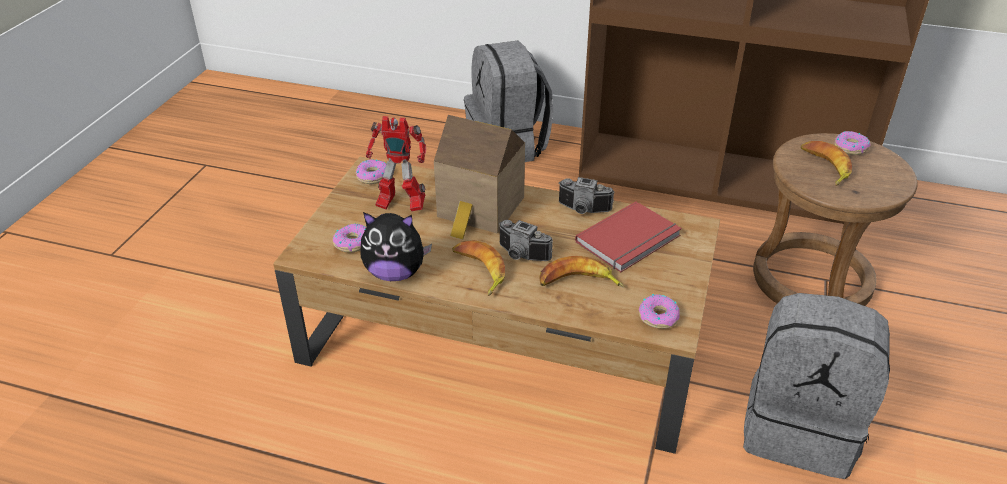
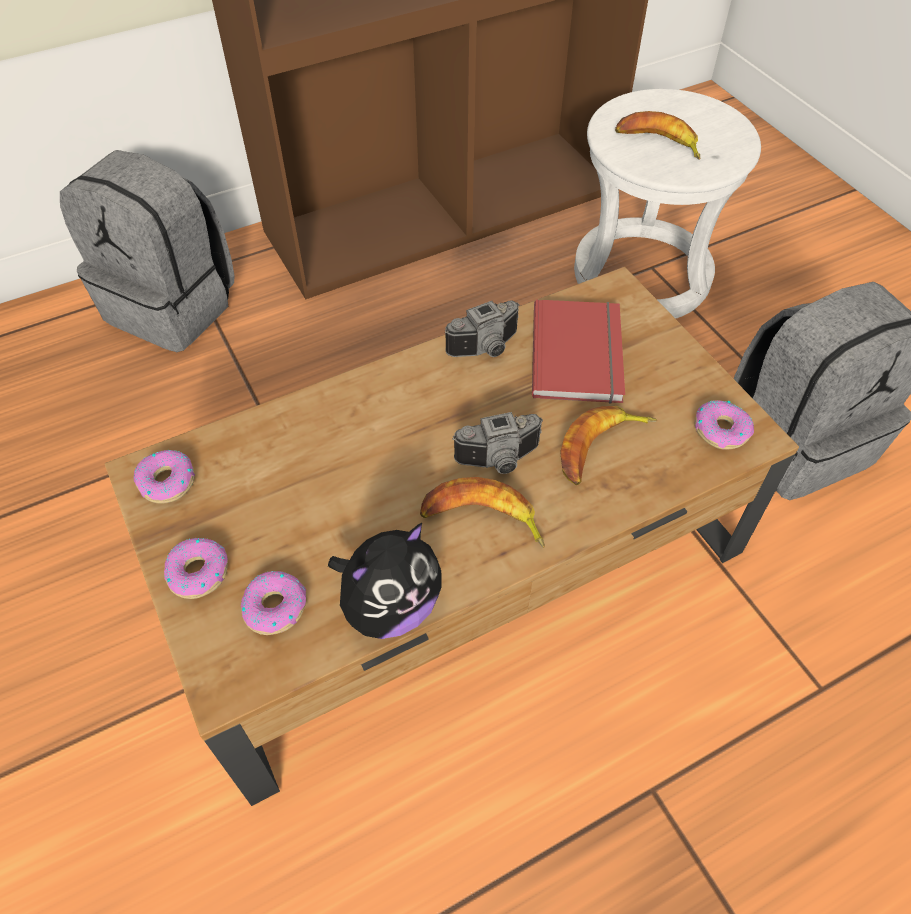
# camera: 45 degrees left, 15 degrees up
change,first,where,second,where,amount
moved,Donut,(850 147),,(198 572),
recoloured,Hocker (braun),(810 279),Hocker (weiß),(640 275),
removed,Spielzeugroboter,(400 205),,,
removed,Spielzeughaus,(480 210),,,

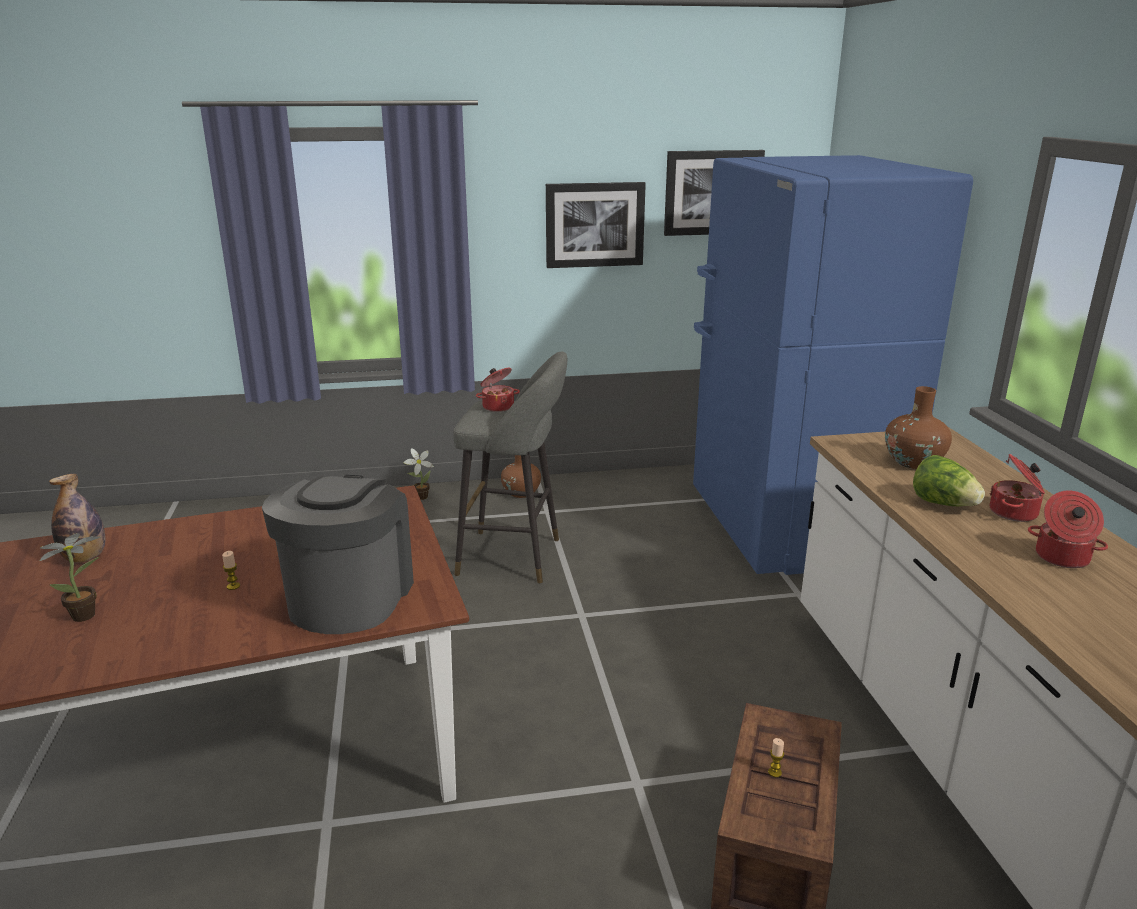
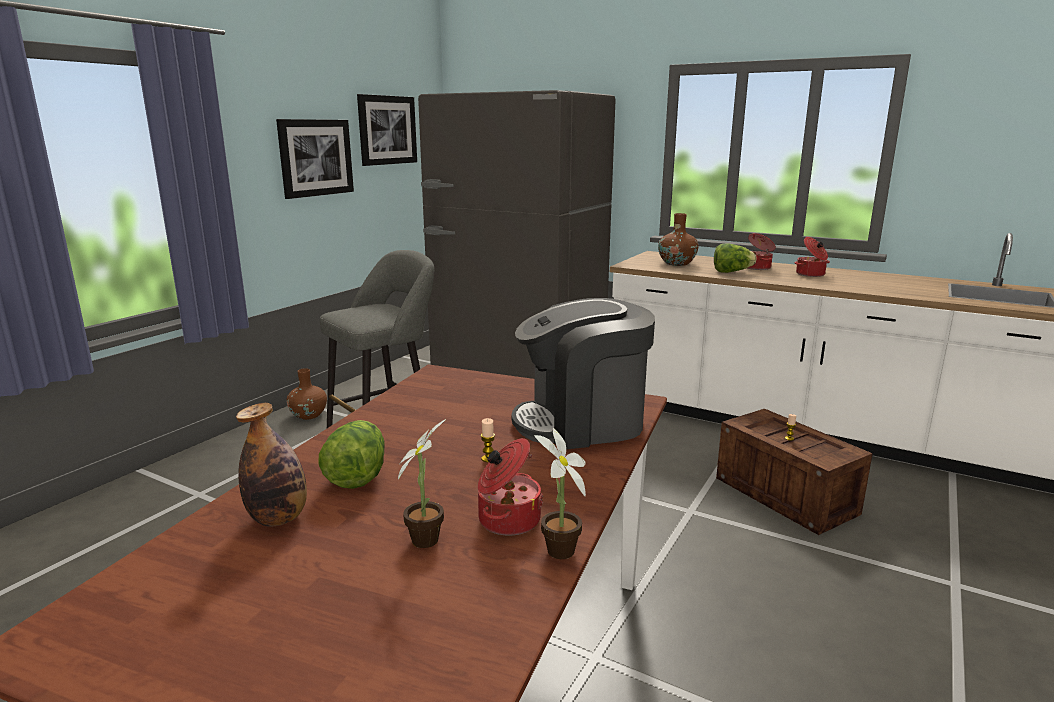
# camera: 50 degrees left, 5 degrees down
change,first,where,second,where,amount
added,,,Salatkopf,(357 475),
recoloured,Kühlschrank (blau),(788 528),Kühlschrank (grau),(518 368),
moved,Kochtopf,(498 406),,(507 519),
turned,Kaffeemaschine,(349 597),,(582 422),60 degrees counterclockwise
moved,Topfpflanze,(420 497),,(558 554),

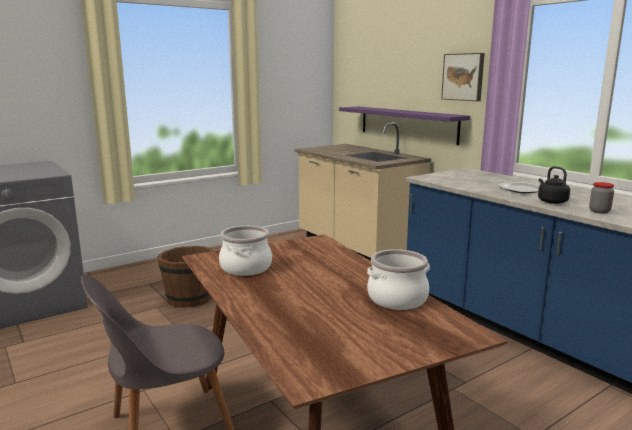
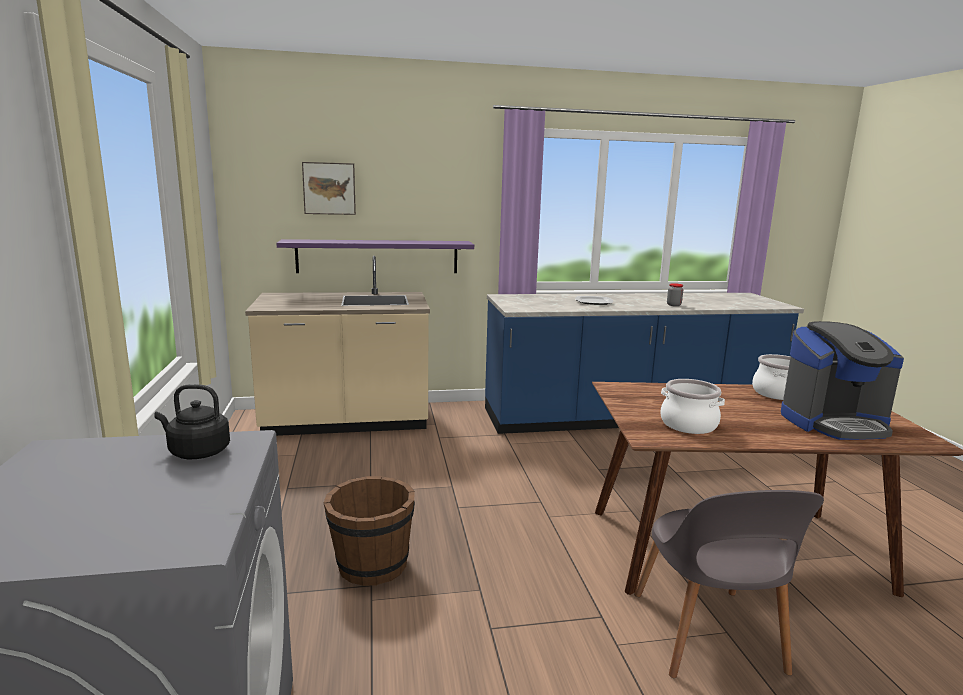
# camera: 65 degrees left, 0 degrees up
change,first,where,second,where,amount
moved,Wasserkessel (schwarz),(551 201),,(196 452),
moved,Bild,(463 77),,(329 188),
added,,,Kaffeemaschine,(834 423),

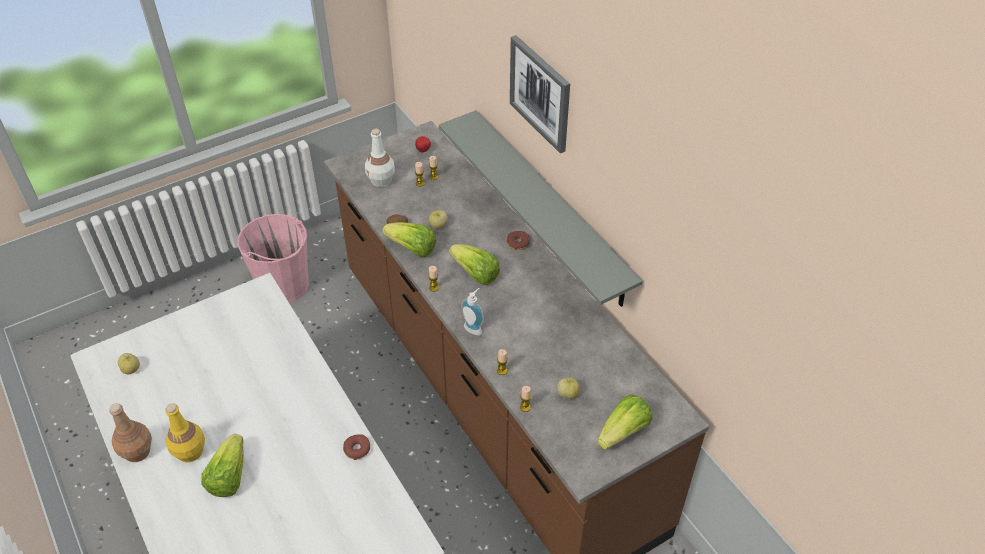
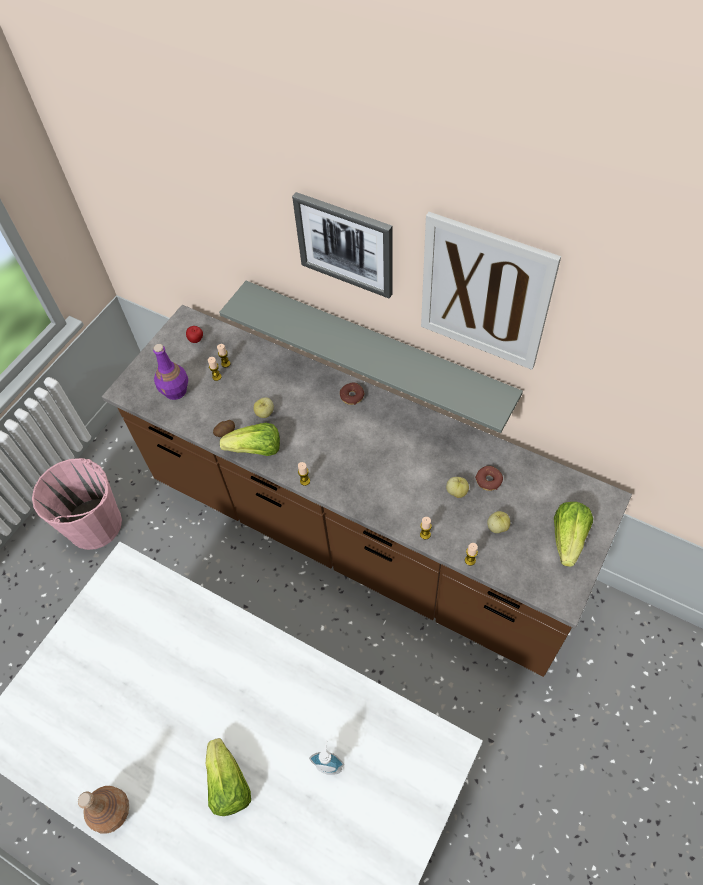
# camera: 25 degrees left, 10 degrees up
change,first,where,second,where,amount
recoloured,Flasche (weiß),(381 180),Flasche (lila),(176 391),
moved,Seifenspender,(474 327),,(329 764),
added,,,Bild,(484 293),
moved,Apfel,(131 369),,(457 491),
moved,Donut,(357 449),,(488 480),
removed,Flasche (gelb),(189 451),,,
removed,Salatkopf,(475 274),,,

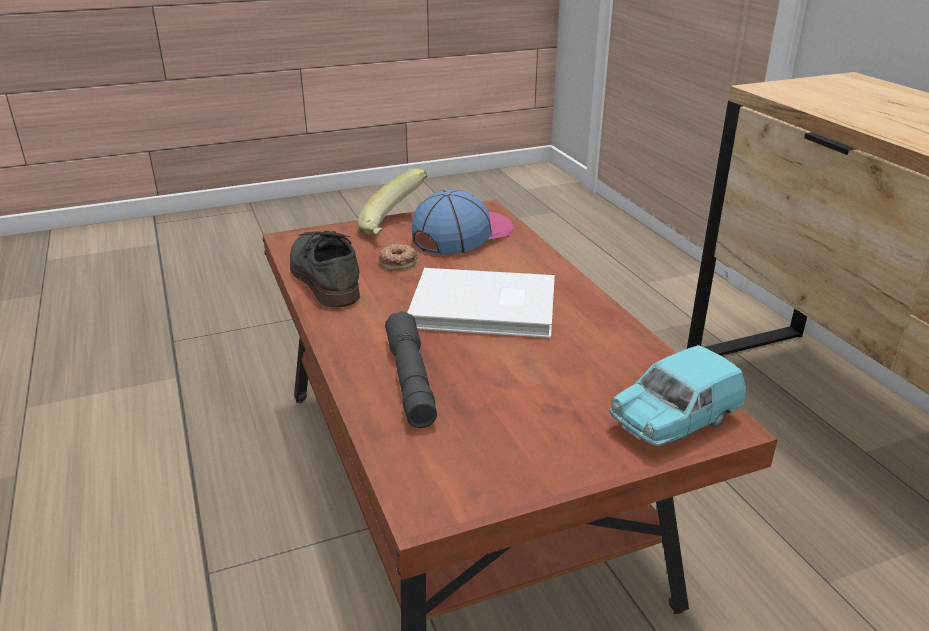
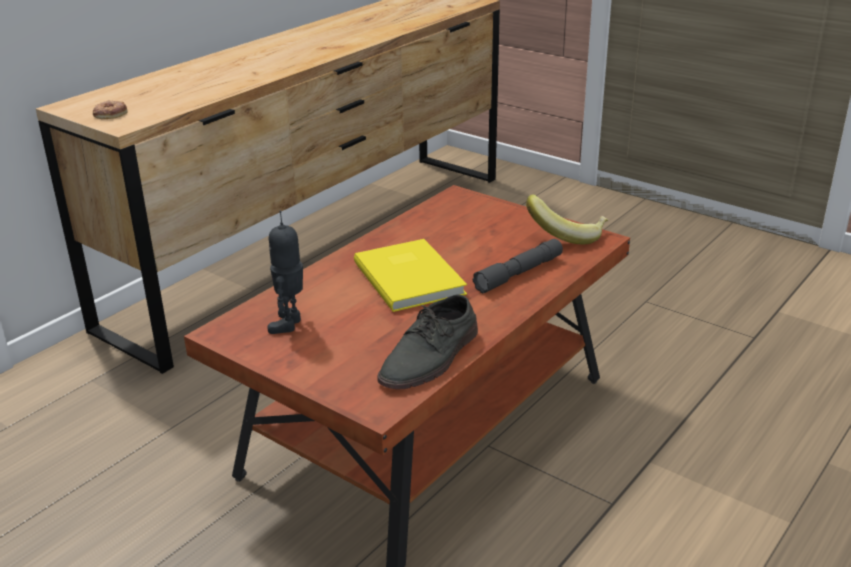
# camera: 120 degrees left, 0 degrees up
change,first,where,second,where,amount
moved,Donut,(398 261),,(110 114),
replaced,Kappe,(462 234),Spielzeugroboter,(290 324),
recoloured,Buch (weiß),(485 309),Buch (gelb),(411 277),
moved,Banane,(395 227),,(567 235),
removed,Spielzeugauto (türkis),(673 423),,,

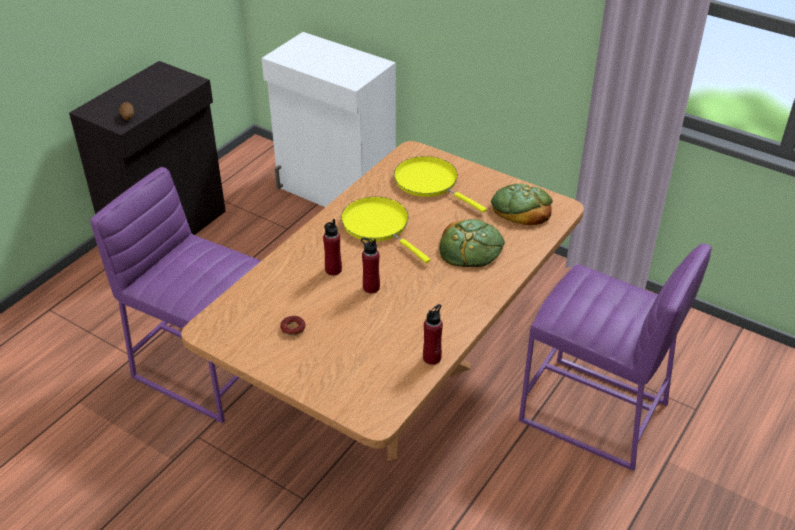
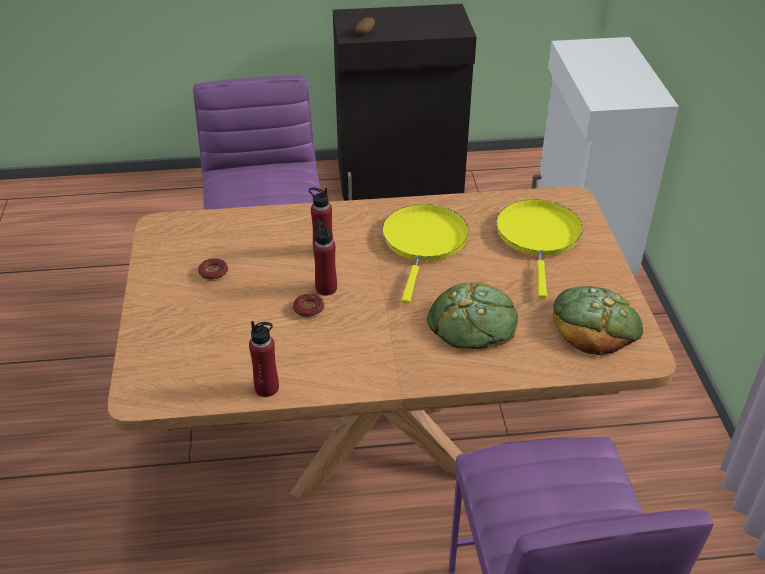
# camera: 50 degrees right, 0 degrees up
change,first,where,second,where,amount
added,,,Donut,(309 309),

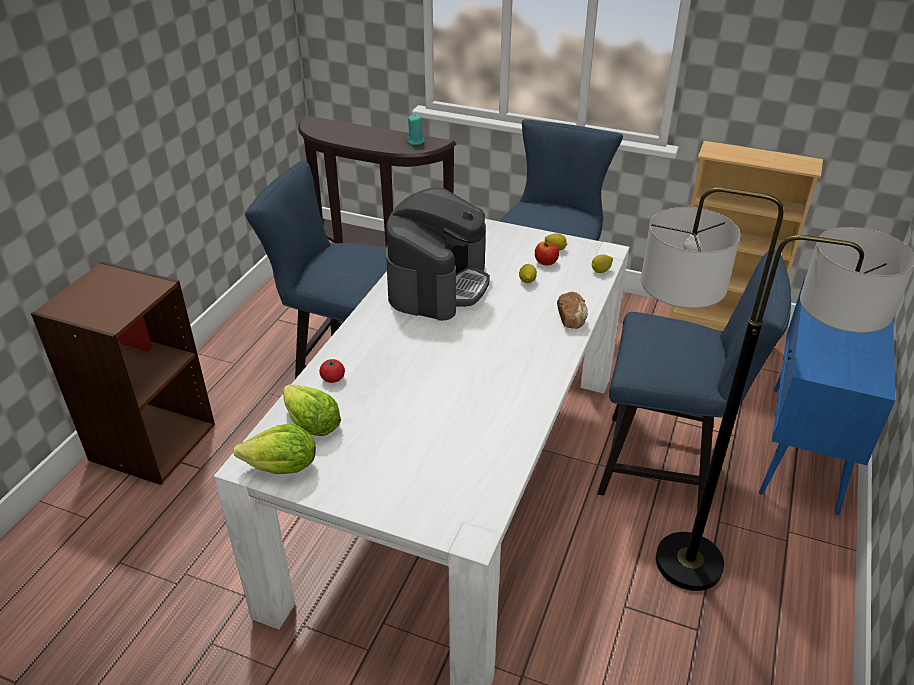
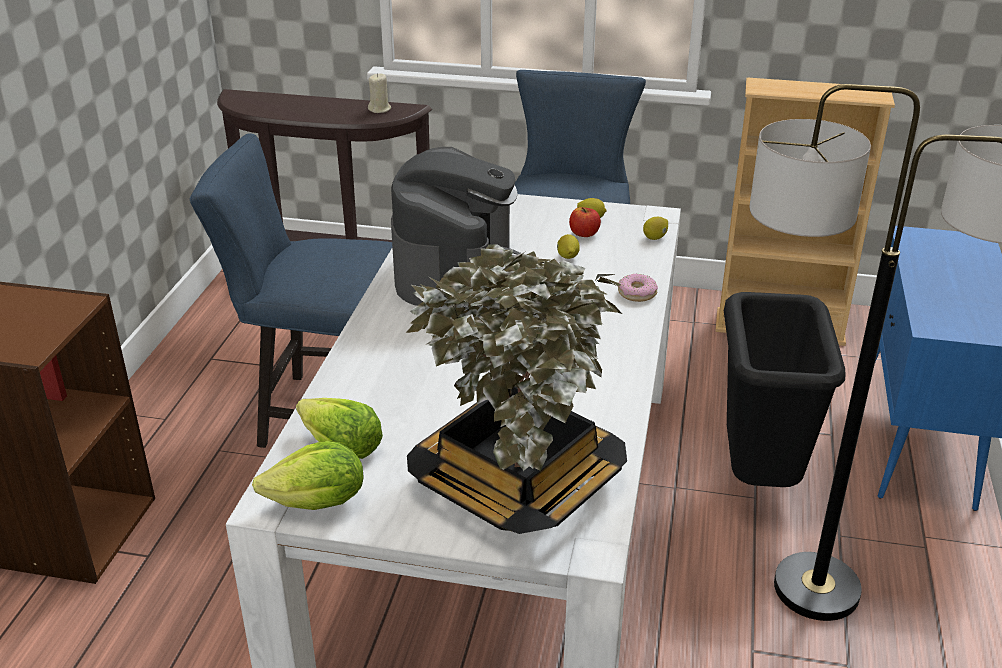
# camera: 10 degrees left, 5 degrees down
change,first,where,second,where,amount
recoloured,Kerze (türkis),(416 141),Kerze (beige),(379 109),
added,,,Topfpflanze,(518 481),
replaced,Brot,(572 318),Donut,(637 293),
replaced,Stuhl (blau),(666 466),Mülleimer (schwarz),(759 479),
removed,Tomate,(333 379),,,

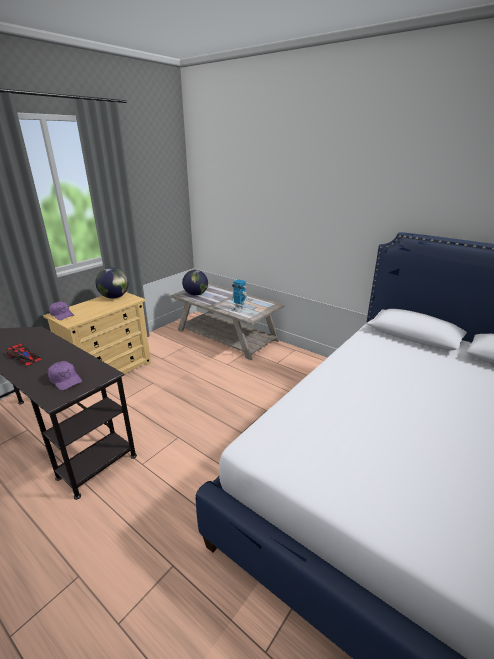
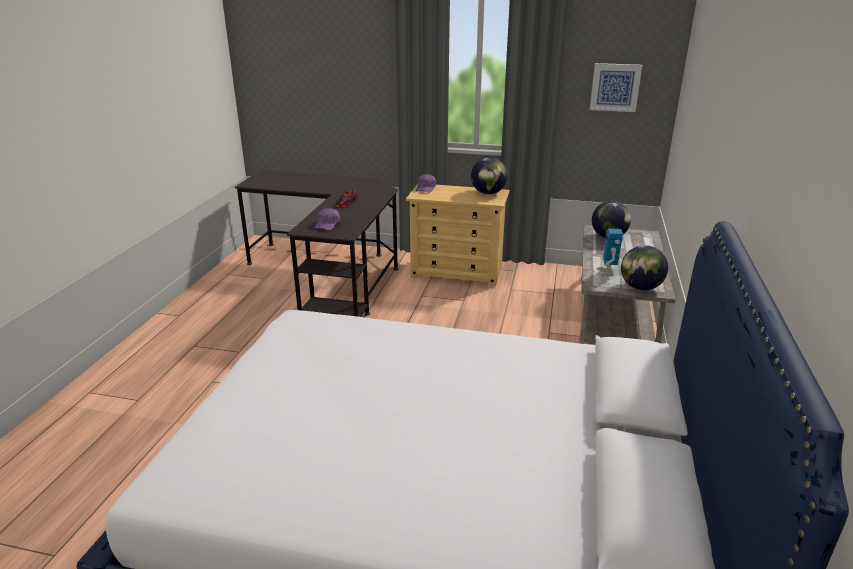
# camera: 65 degrees right, 0 degrees up
change,first,where,second,where,amount
added,,,Bild,(615 87),
added,,,Globus,(640 287),

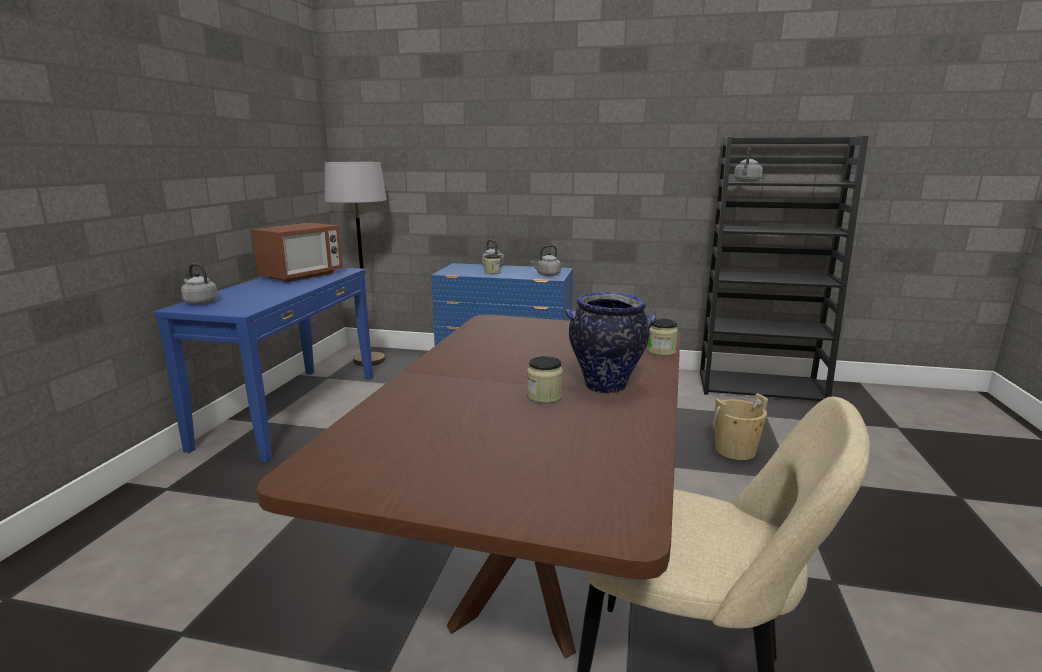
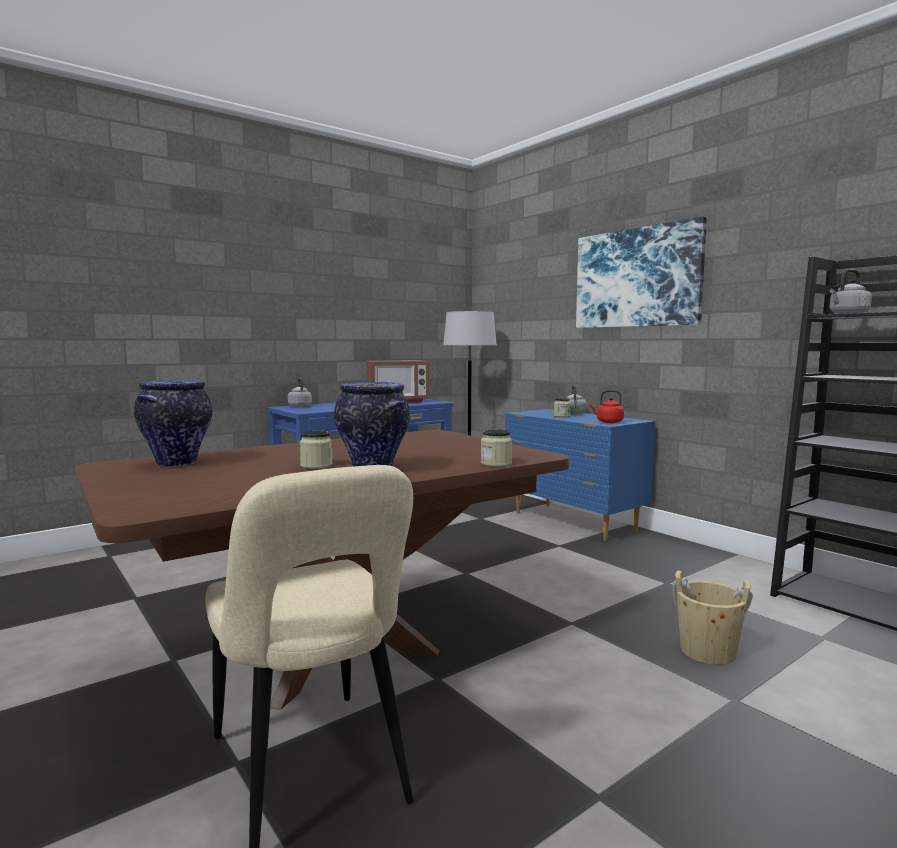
# camera: 40 degrees right, 10 degrees down
change,first,where,second,where,amount
added,,,Vase,(177 463),
added,,,Bild,(636 278),
recoloured,Wasserkessel (grau),(547 275),Wasserkessel (rot),(608 422),

